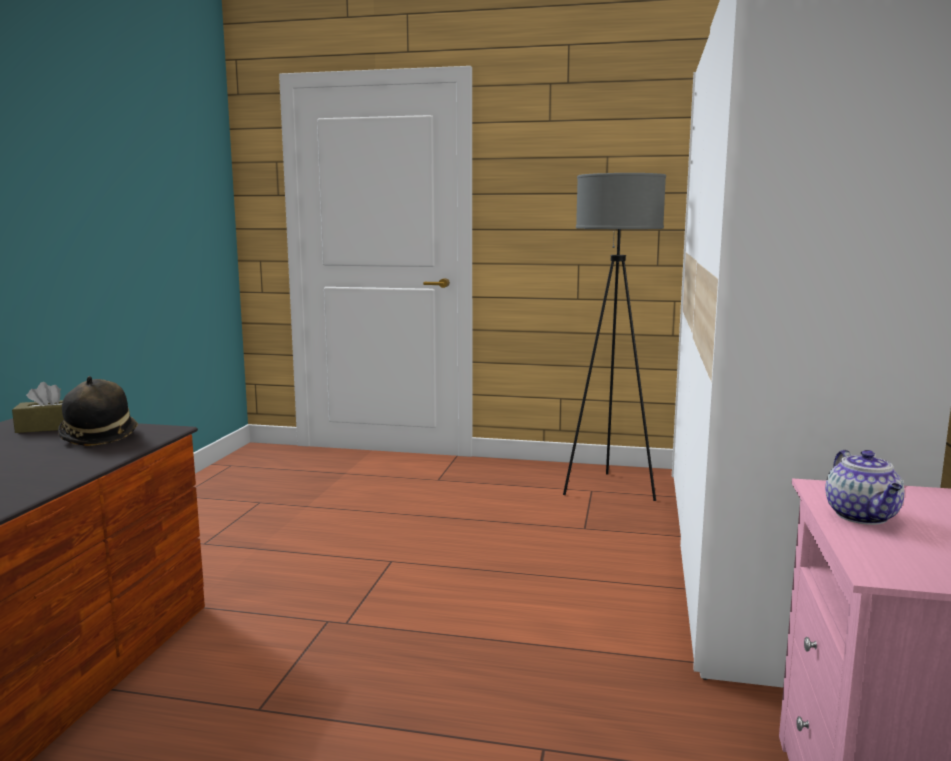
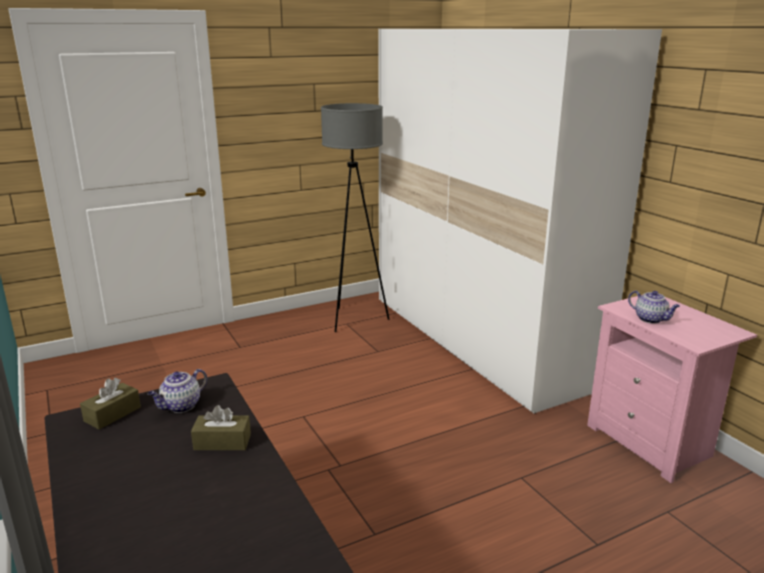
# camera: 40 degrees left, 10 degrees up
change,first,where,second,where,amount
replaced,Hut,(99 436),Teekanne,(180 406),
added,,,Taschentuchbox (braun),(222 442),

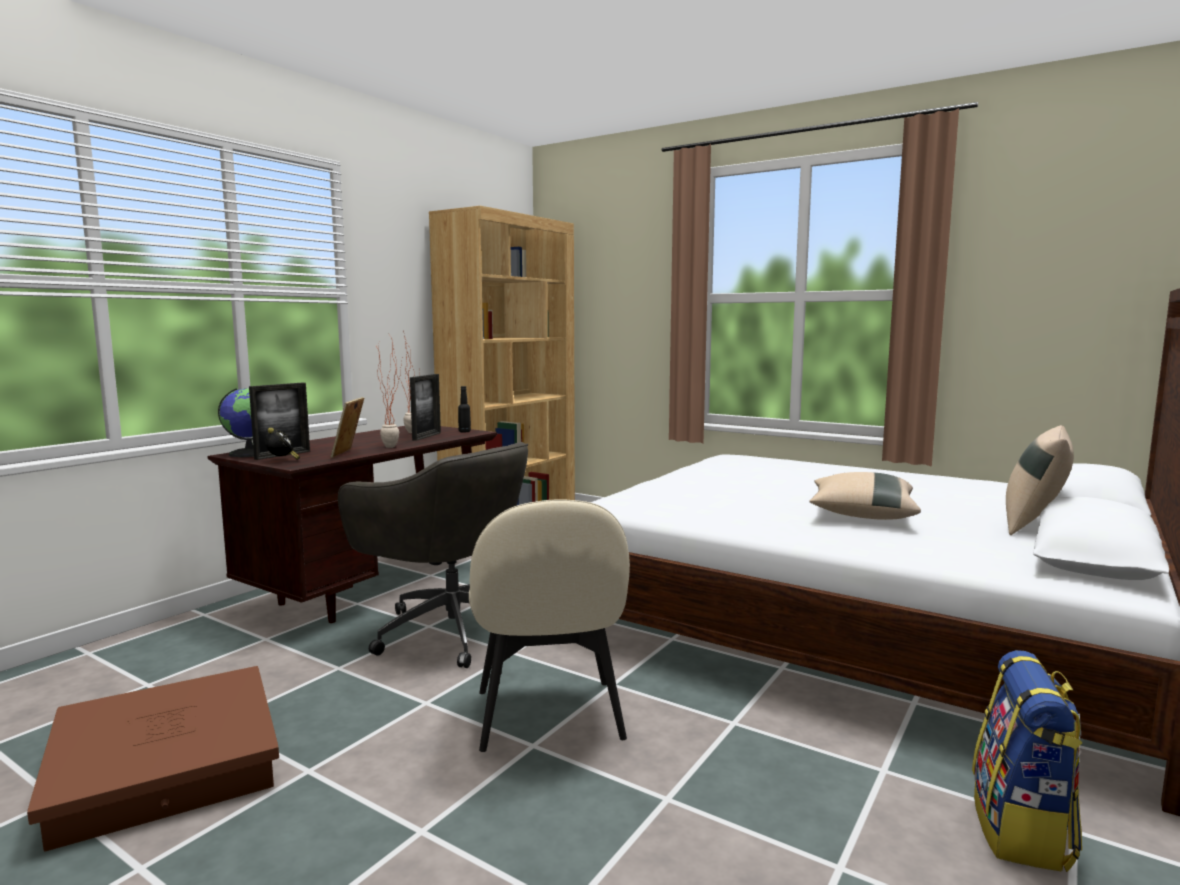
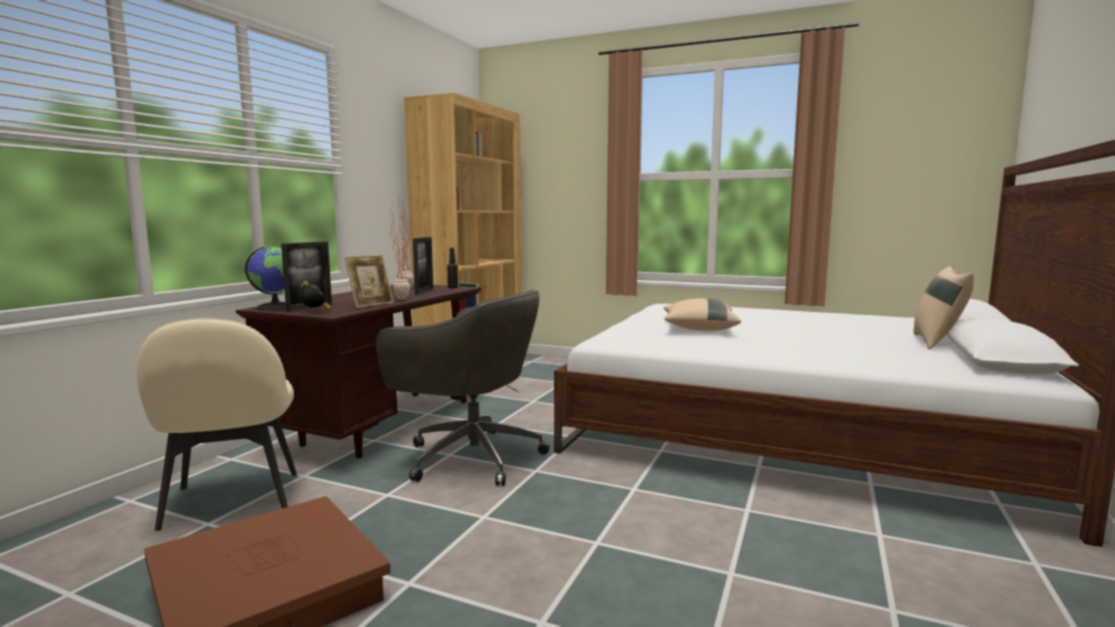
# camera: 10 degrees left, 0 degrees up
change,first,where,second,where,amount
moved,Stuhl (beige),(549 717),,(231 502),
turned,Bilderrahmen,(349 453),,(370 305),135 degrees counterclockwise
moved,Kissen (beige),(861 515),,(699 329),
removed,Rucksack,(1022 830),,,

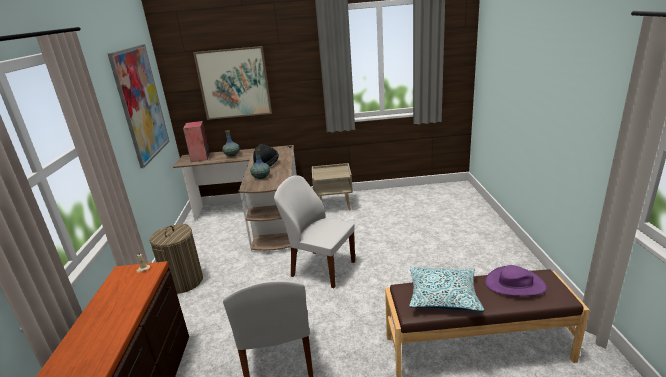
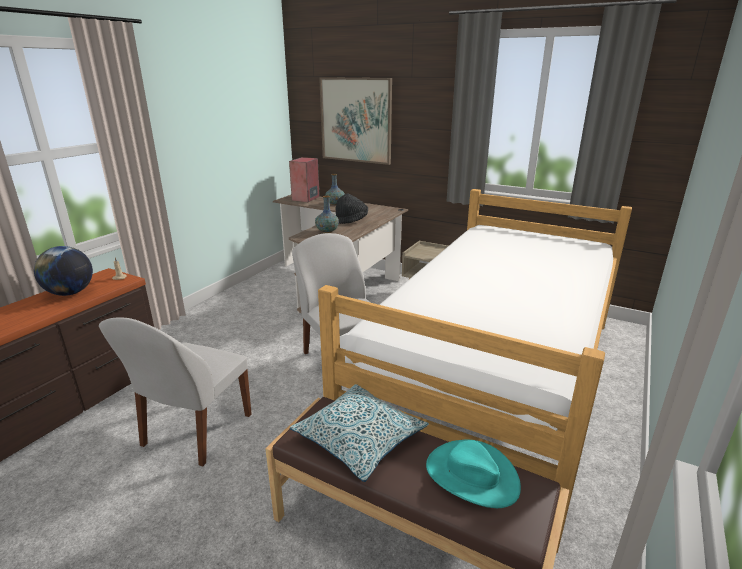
# camera: 30 degrees right, 0 degrees up
change,first,where,second,where,amount
added,,,Globus,(70 293),
added,,,Bett,(494 378),
recoloured,Hut (lila),(515 284),Hut (türkis),(471 475),
removed,Bild,(141 104),,,
removed,Wäschekorb,(184 281),,,

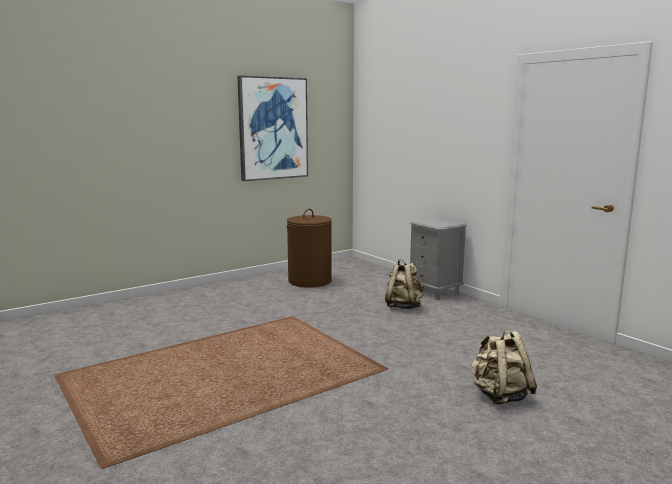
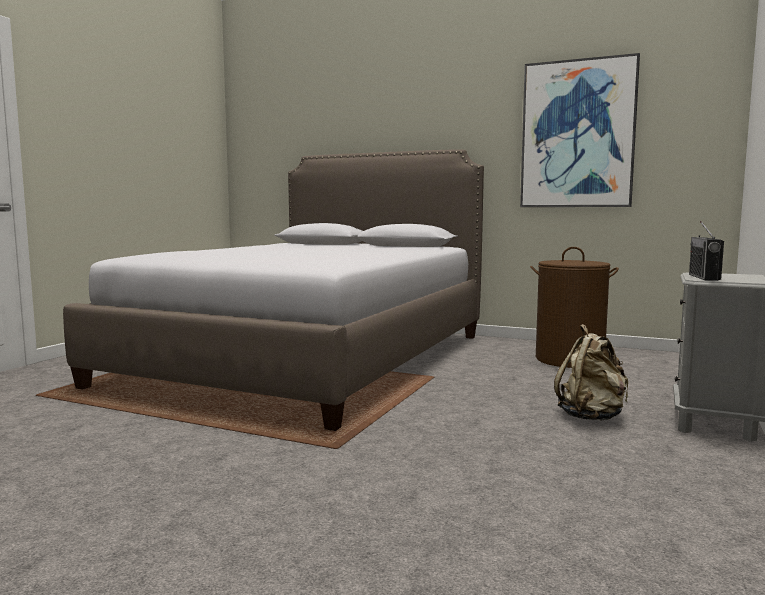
# camera: 60 degrees right, 5 degrees down
change,first,where,second,where,amount
added,,,Bett,(309 358),
added,,,Radio,(704 277),
removed,Rucksack (beige),(500 396),,,

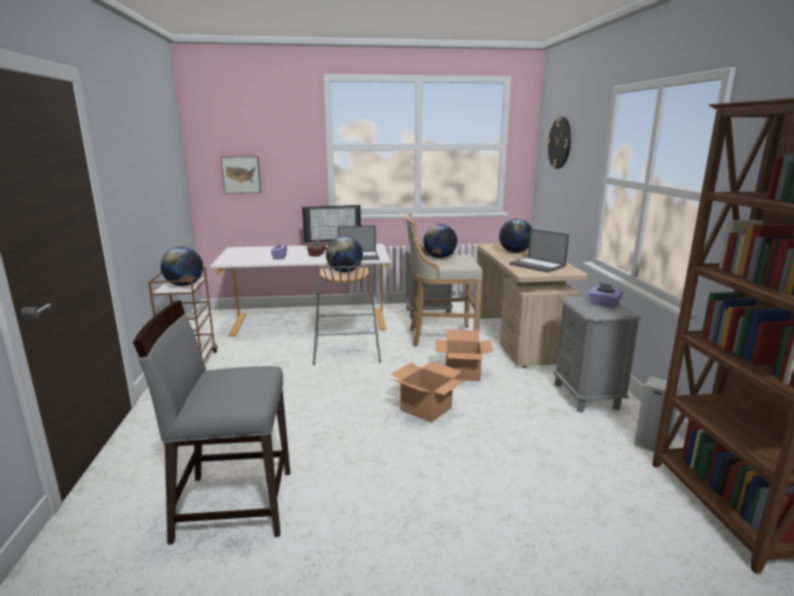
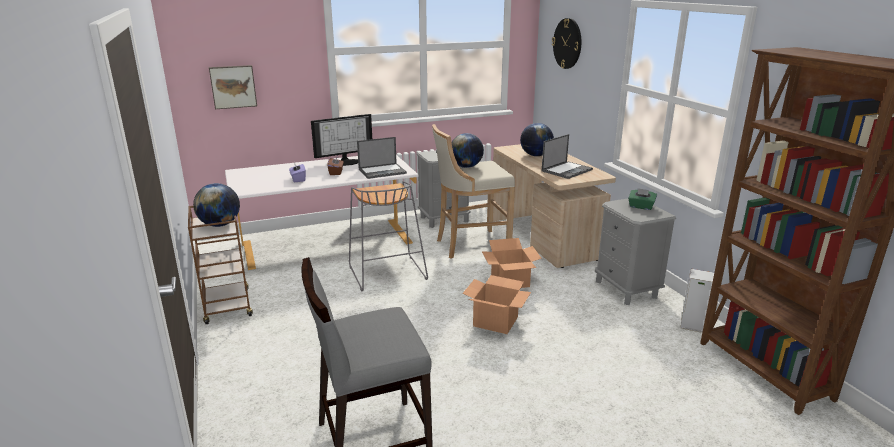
# camera: 15 degrees left, 5 degrees up
change,first,where,second,where,amount
turned,Laptop,(538 265),,(567 170),75 degrees counterclockwise
recoloured,Taschentuchbox (lila),(604 304),Taschentuchbox (grün),(641 207),
removed,Globus,(345 272),,,

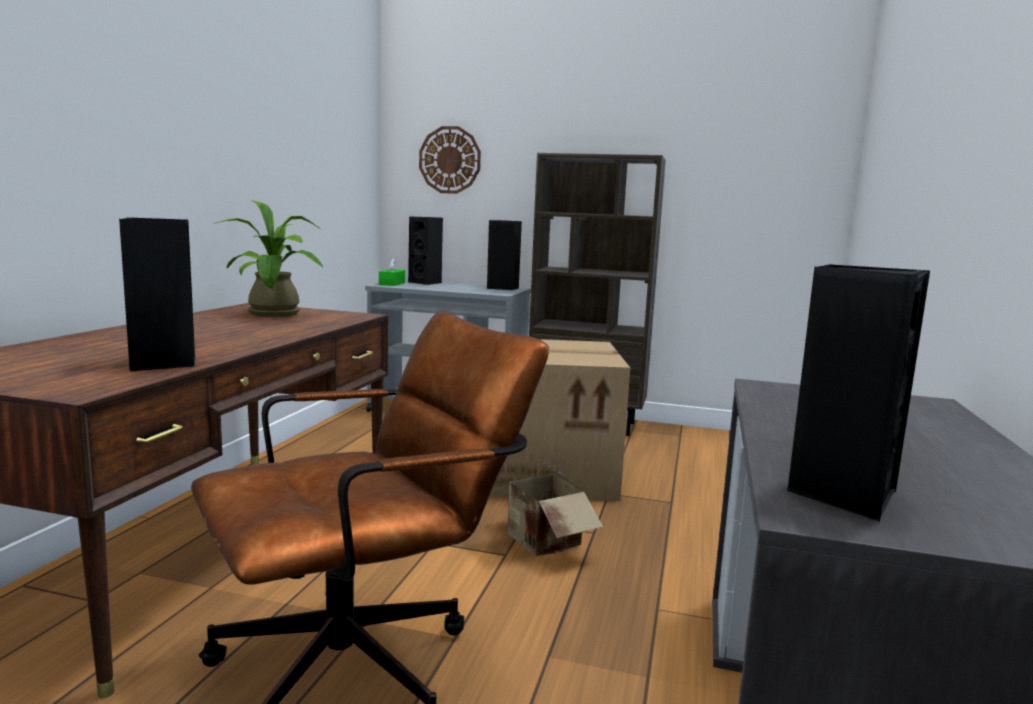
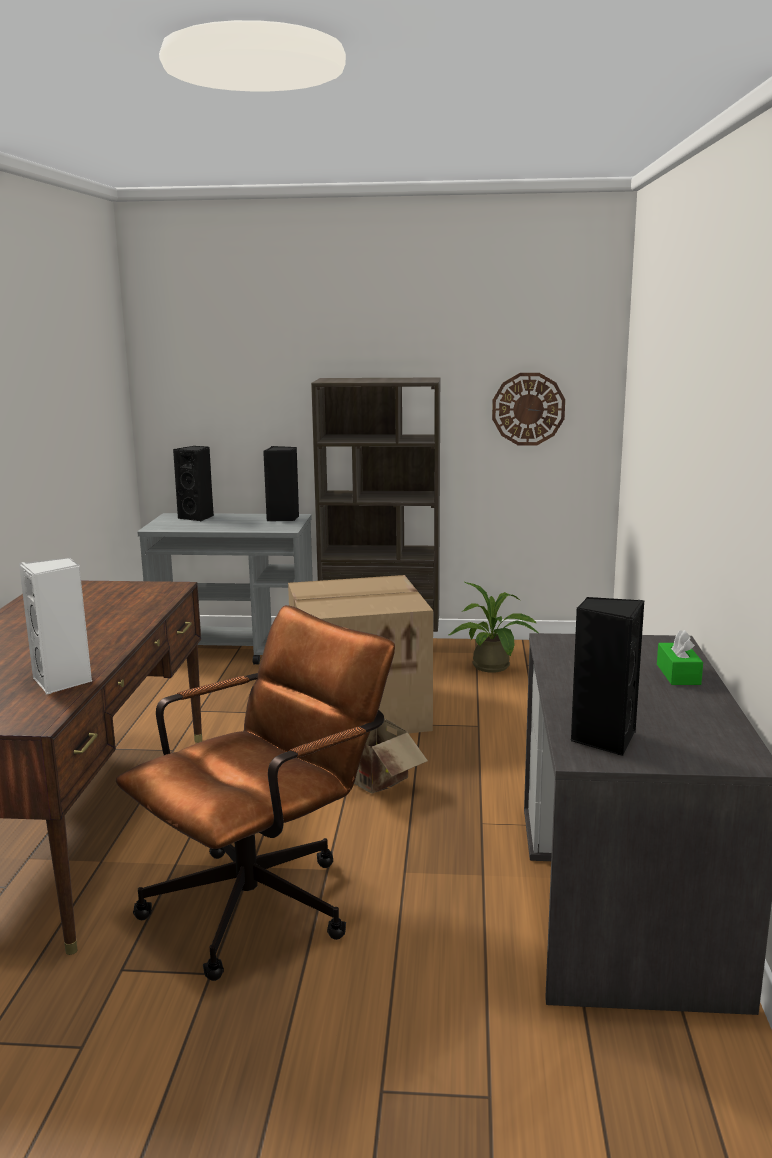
# camera: 10 degrees left, 5 degrees up
change,first,where,second,where,amount
recoloured,Lautsprecher (schwarz),(163 363),Lautsprecher (weiß),(63 681),
moved,Topfpflanze,(275 315),,(494 668),
moved,Wanduhr,(450 160),,(528 409),
moved,Taschentuchbox (grün),(392 284),,(678 674),

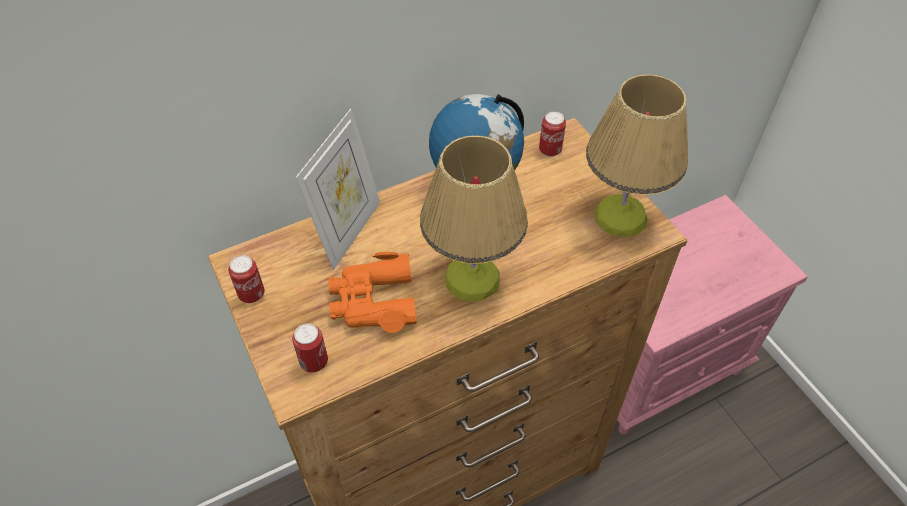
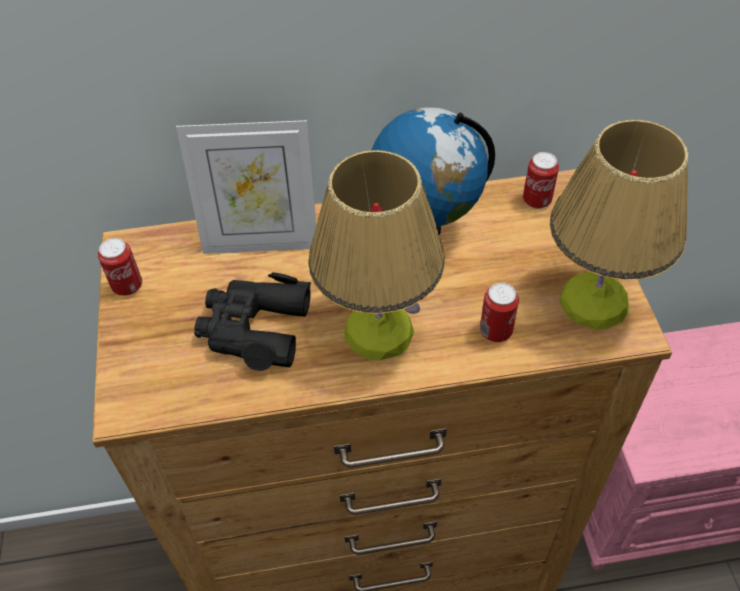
# camera: 20 degrees right, 0 degrees up
change,first,where,second,where,amount
turned,Bilderrahmen,(348 231),,(261 242),45 degrees clockwise
recoloured,Fernglas (orange),(373 301),Fernglas (schwarz),(254 328),
moved,Dose,(314 362),,(495 331),

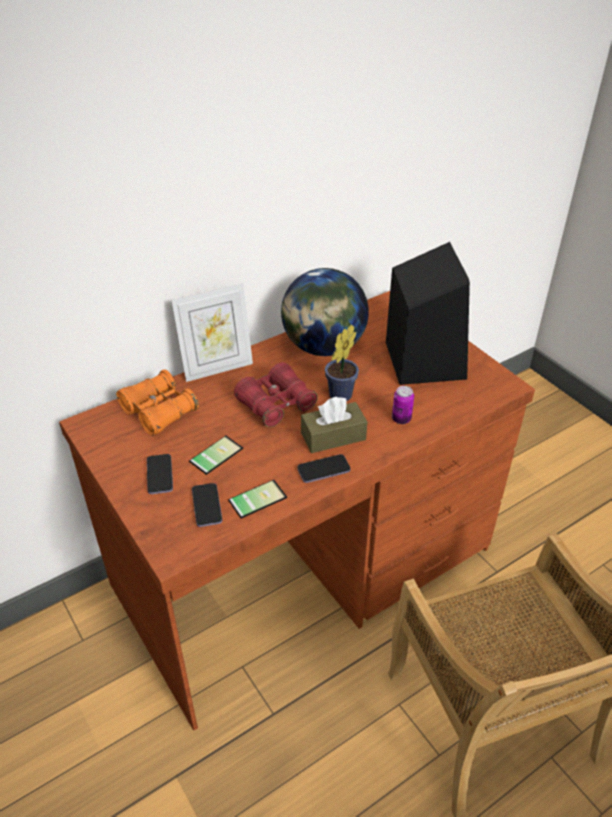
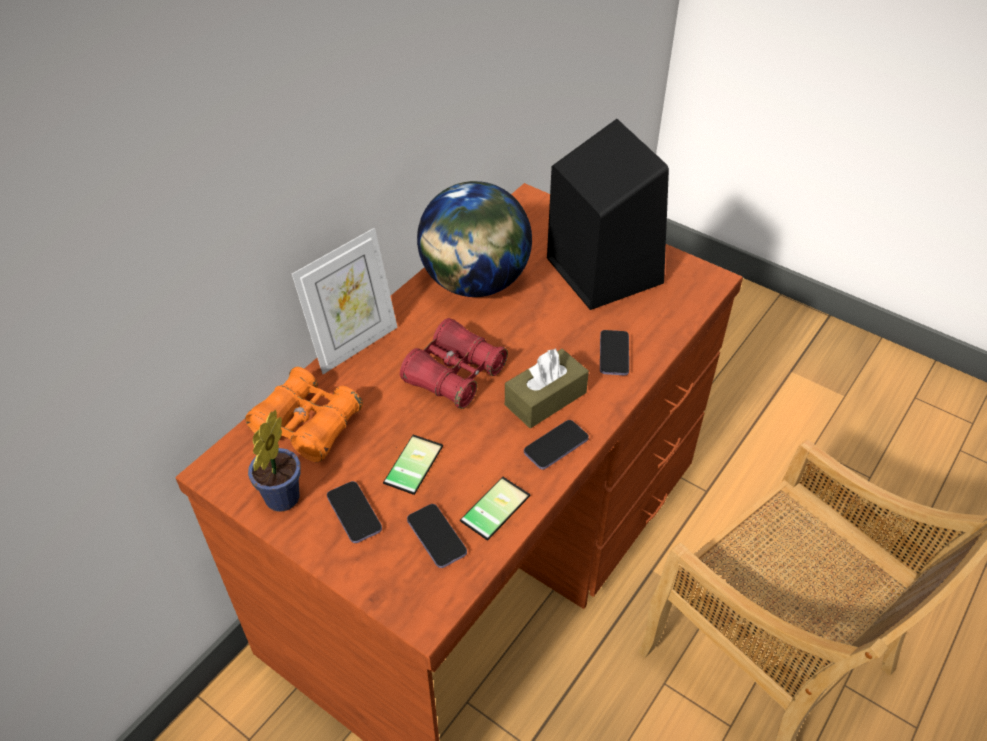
# camera: 20 degrees left, 5 degrees up
change,first,where,second,where,amount
moved,Topfpflanze,(338 397),,(280 502),
replaced,Dose,(401 419),Handy,(614 354),

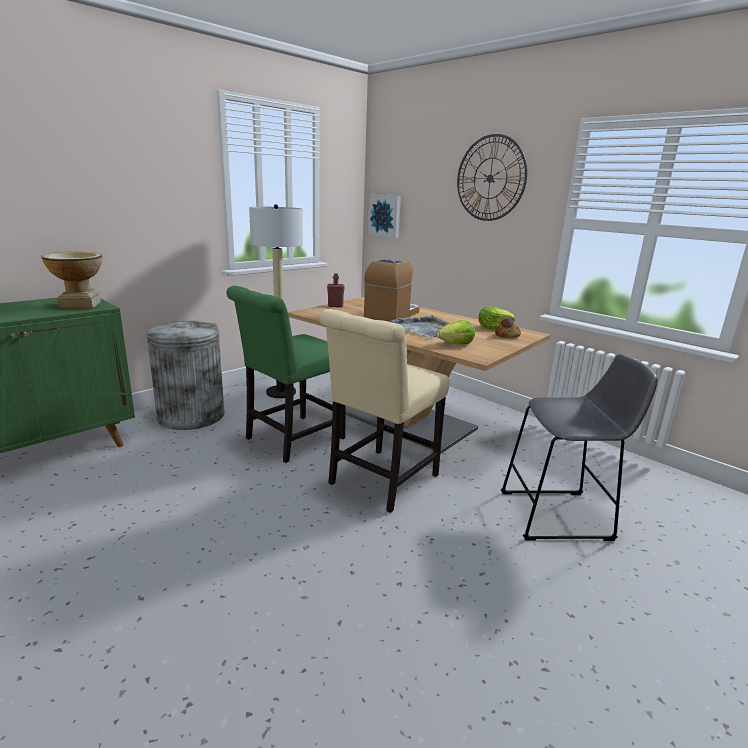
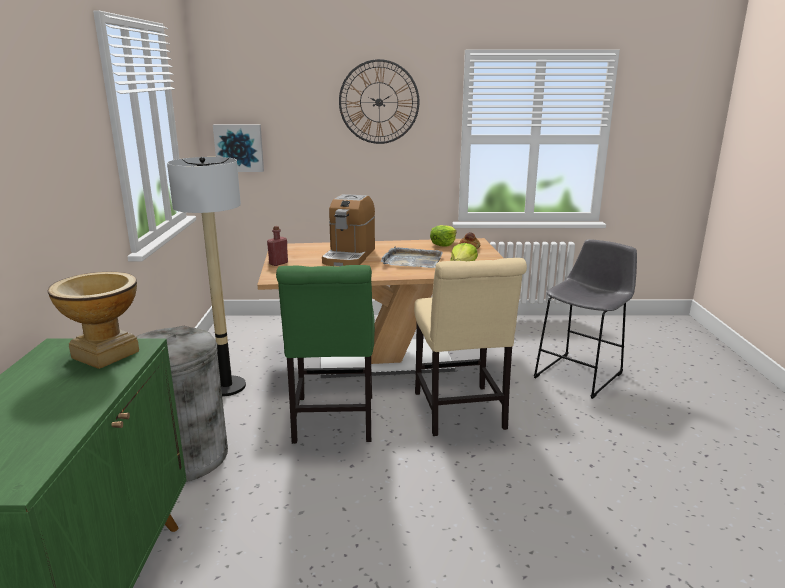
# camera: 45 degrees left, 0 degrees up
change,first,where,second,where,amount
turned,Kaffeemaschine,(392 314),,(349 256),150 degrees counterclockwise

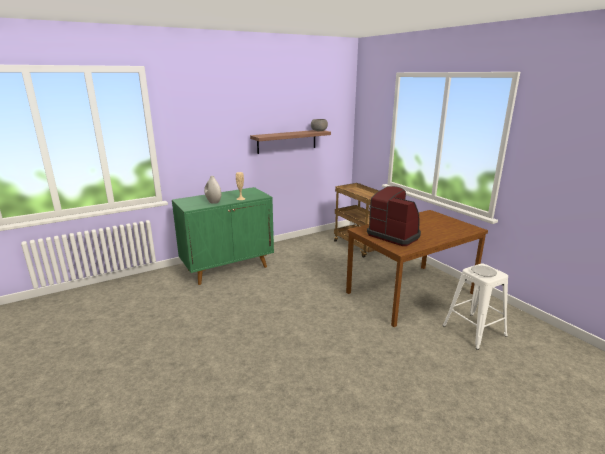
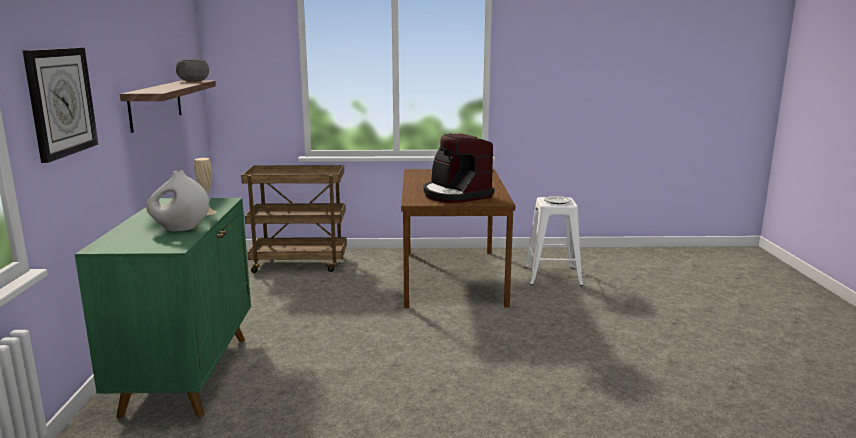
# camera: 60 degrees left, 5 degrees down
change,first,where,second,where,amount
added,,,Wanduhr,(60 102),
turned,Kaffeemaschine,(394 235),,(456 195),105 degrees counterclockwise

